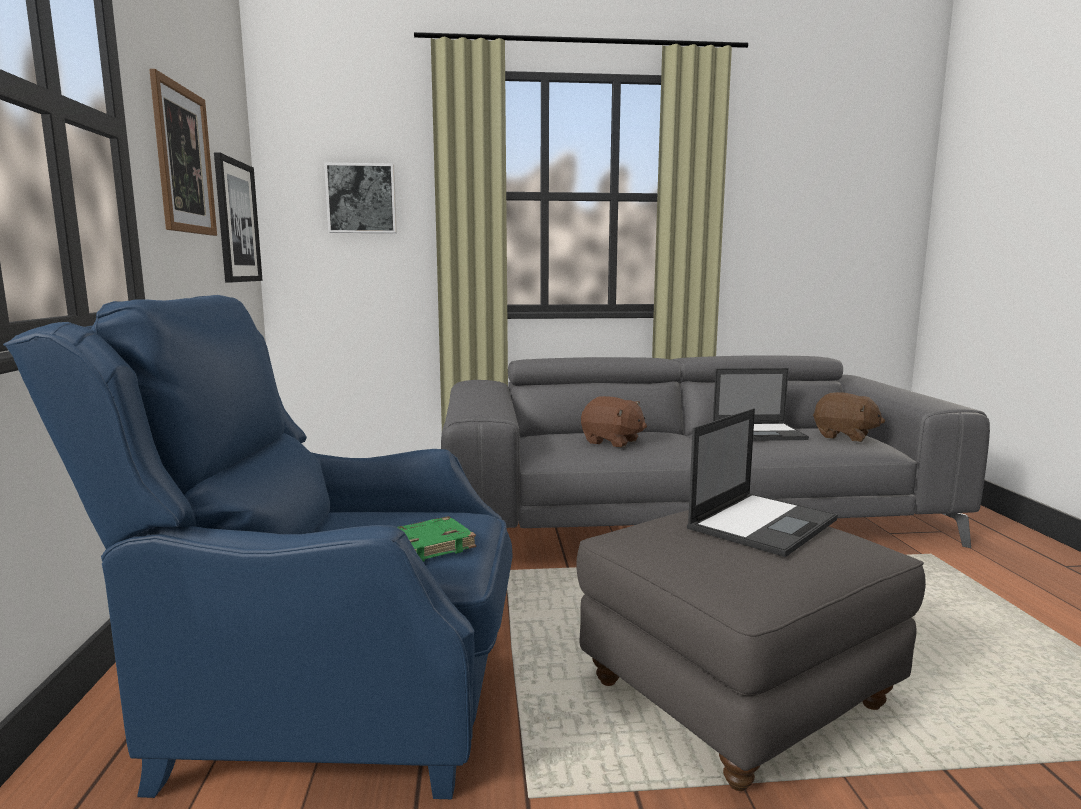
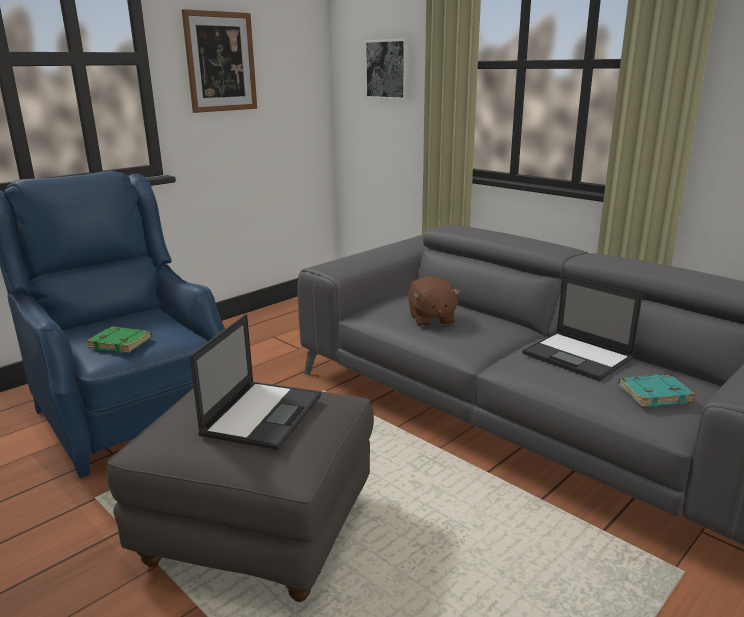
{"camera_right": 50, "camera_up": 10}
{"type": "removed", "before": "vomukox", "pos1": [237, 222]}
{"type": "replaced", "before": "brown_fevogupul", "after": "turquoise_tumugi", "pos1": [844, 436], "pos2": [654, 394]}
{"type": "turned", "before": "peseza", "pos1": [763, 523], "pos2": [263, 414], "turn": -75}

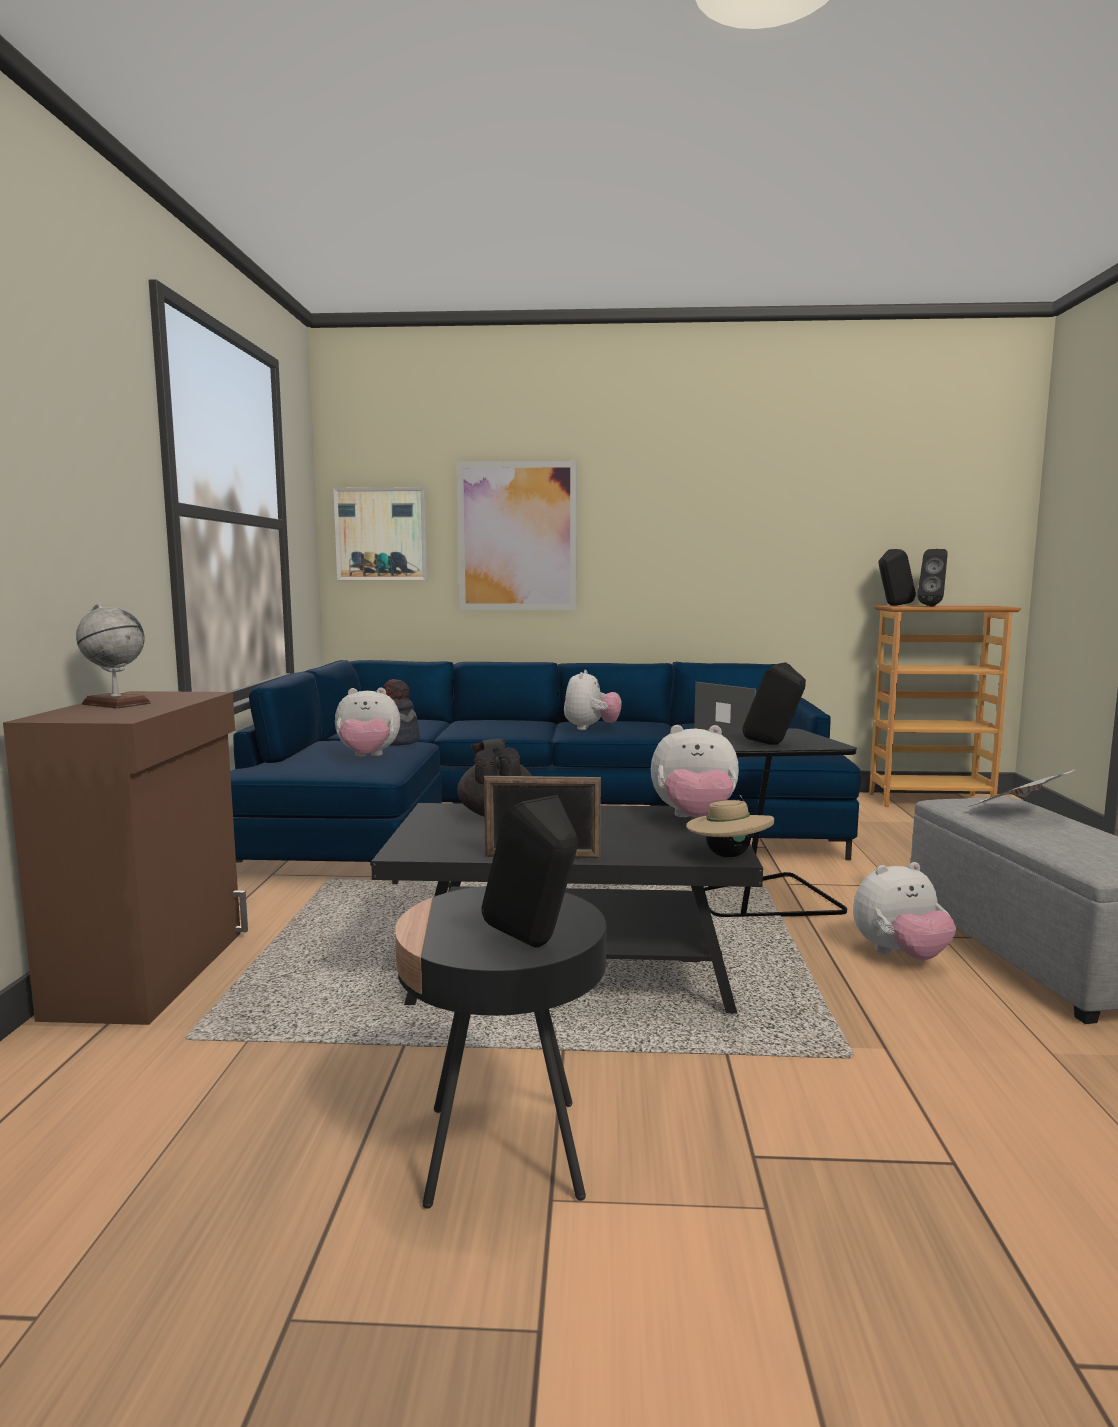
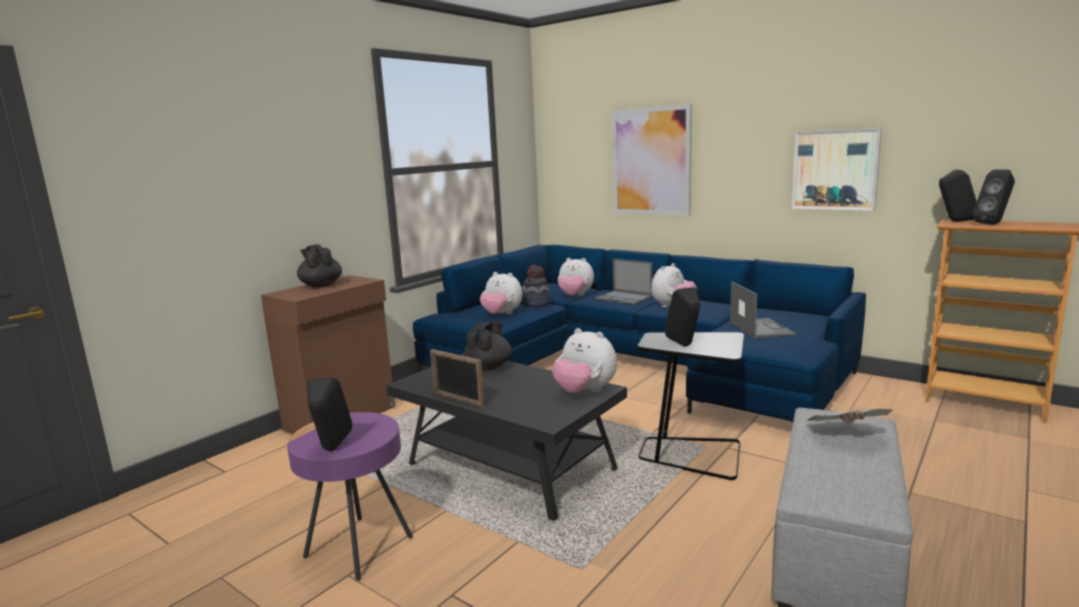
{"camera_right": 35, "camera_up": 5}
{"type": "moved", "before": "vomukox", "pos1": [381, 534], "pos2": [835, 170]}
{"type": "replaced", "before": "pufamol", "after": "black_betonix", "pos1": [116, 703], "pos2": [321, 285]}
{"type": "removed", "before": "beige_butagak", "pos1": [728, 855]}
{"type": "moved", "before": "fevogupul", "pos1": [900, 955], "pos2": [575, 296]}
{"type": "recoloured", "before": "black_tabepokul", "after": "purple_tabepokul", "pos1": [503, 1151], "pos2": [359, 547]}
{"type": "added", "after": "peseza", "pos2": [624, 298]}

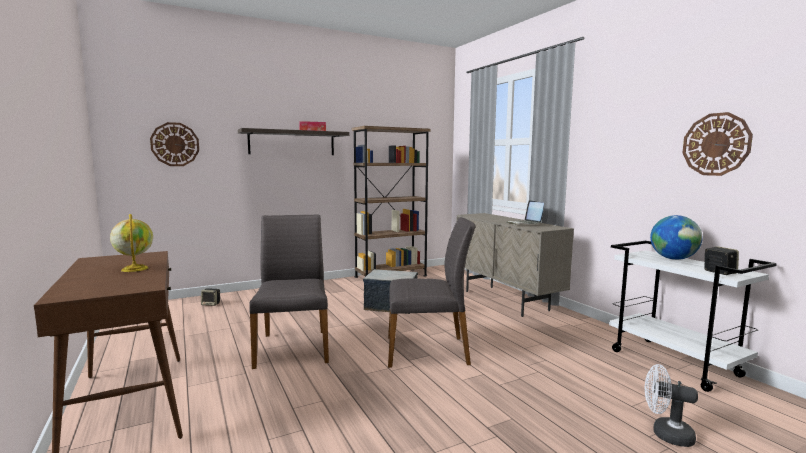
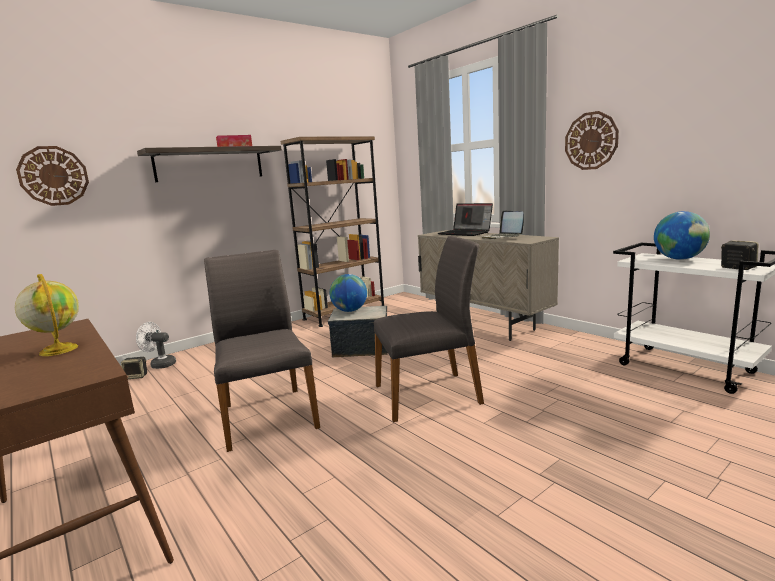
{"camera_right": -10, "camera_up": 5}
{"type": "moved", "before": "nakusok", "pos1": [716, 144], "pos2": [591, 141]}
{"type": "moved", "before": "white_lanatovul", "pos1": [665, 434], "pos2": [160, 364]}
{"type": "added", "after": "peseza", "pos2": [466, 233]}
{"type": "added", "after": "pufamol", "pos2": [349, 311]}

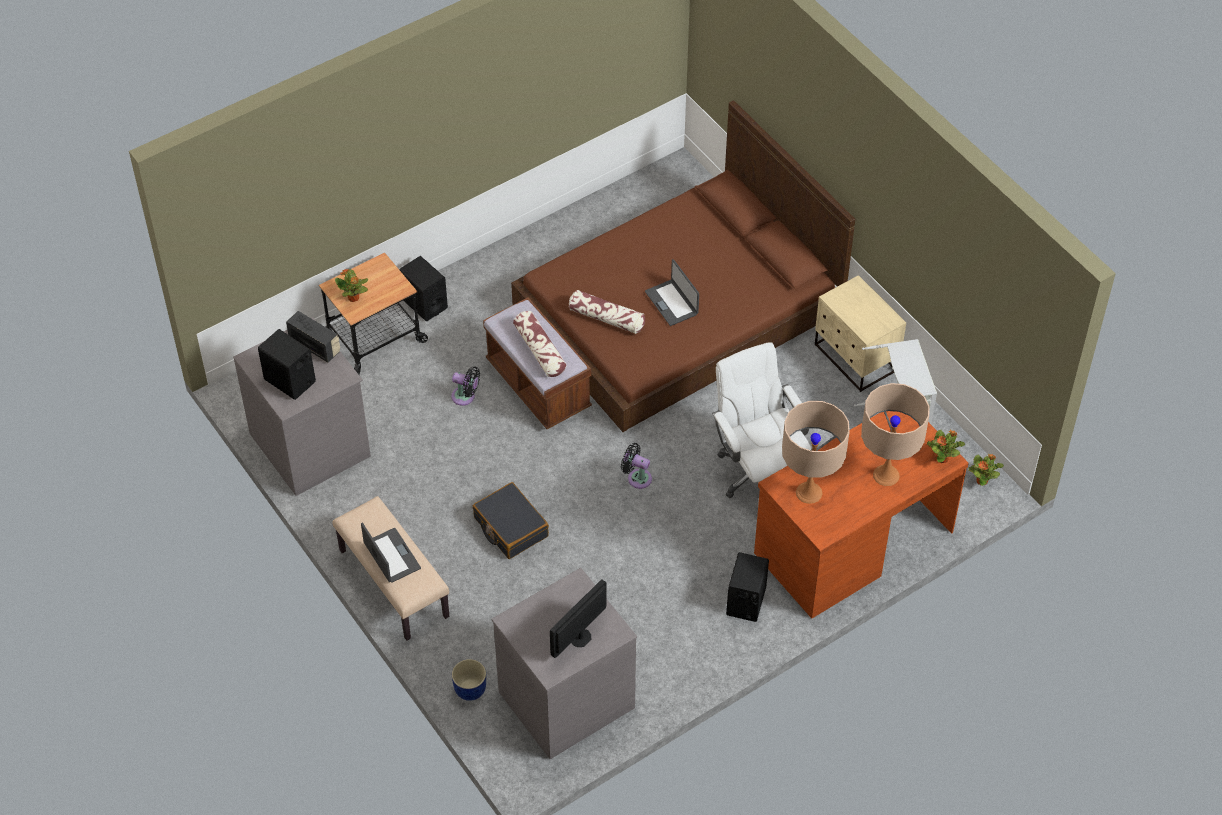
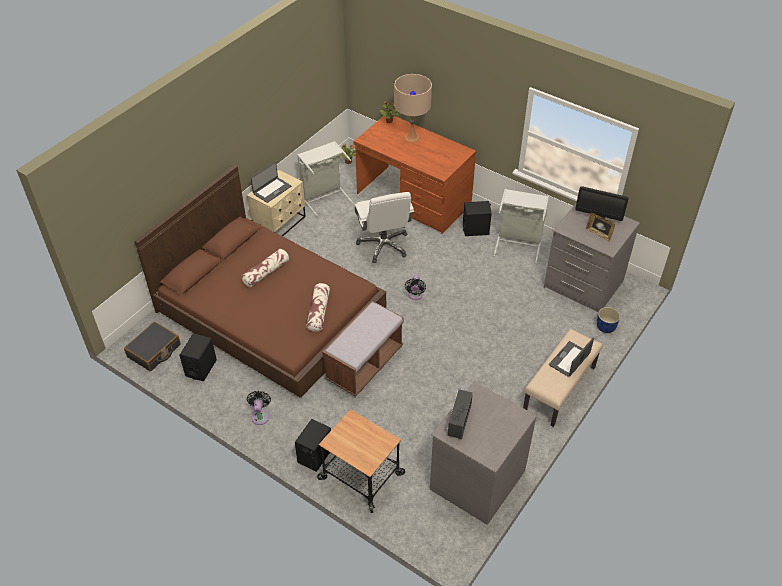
{"camera_right": -110, "camera_up": -5}
{"type": "moved", "before": "peseza", "pos1": [672, 302], "pos2": [271, 190]}
{"type": "removed", "before": "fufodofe", "pos1": [353, 298]}
{"type": "moved", "before": "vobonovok", "pos1": [540, 350], "pos2": [266, 272]}
{"type": "moved", "before": "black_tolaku", "pos1": [290, 381], "pos2": [201, 368]}
{"type": "turned", "before": "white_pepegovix", "pos1": [758, 471], "pos2": [384, 245], "turn": -60}
{"type": "moved", "before": "black_lanatovul", "pos1": [465, 397], "pos2": [260, 415]}
{"type": "removed", "before": "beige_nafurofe", "pos1": [809, 492]}
{"type": "moved", "before": "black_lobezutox", "pos1": [510, 527], "pos2": [154, 351]}
{"type": "added", "after": "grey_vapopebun", "pos2": [518, 244]}
{"type": "added", "after": "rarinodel", "pos2": [598, 234]}

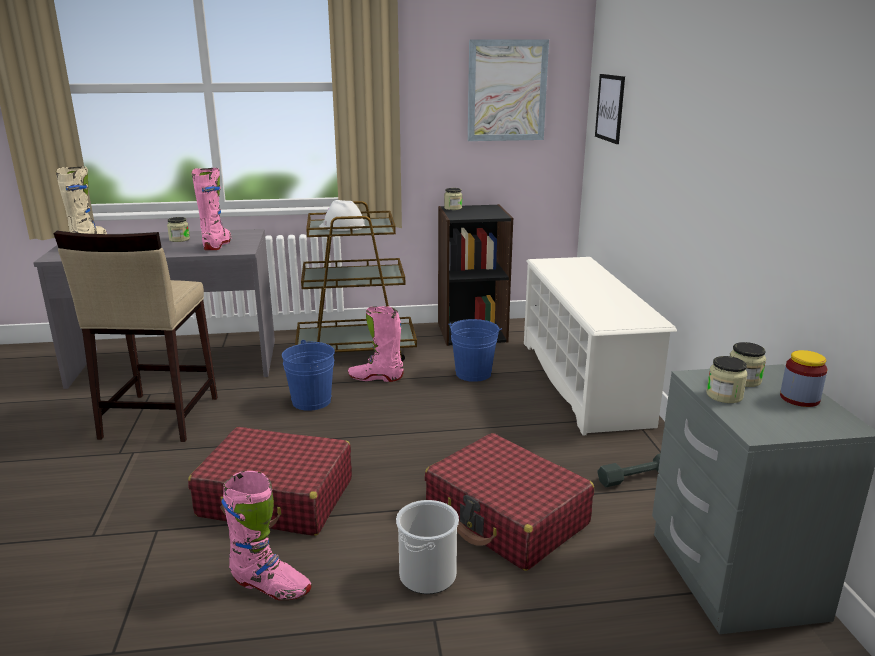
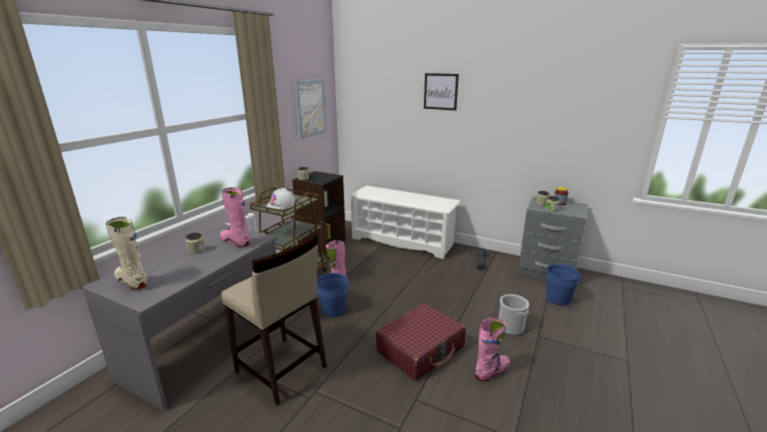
{"camera_right": -55, "camera_up": 0}
{"type": "moved", "before": "vomukox", "pos1": [610, 108], "pos2": [440, 91]}
{"type": "moved", "before": "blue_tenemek", "pos1": [473, 373], "pos2": [558, 299]}
{"type": "removed", "before": "red_lobezutox", "pos1": [507, 517]}

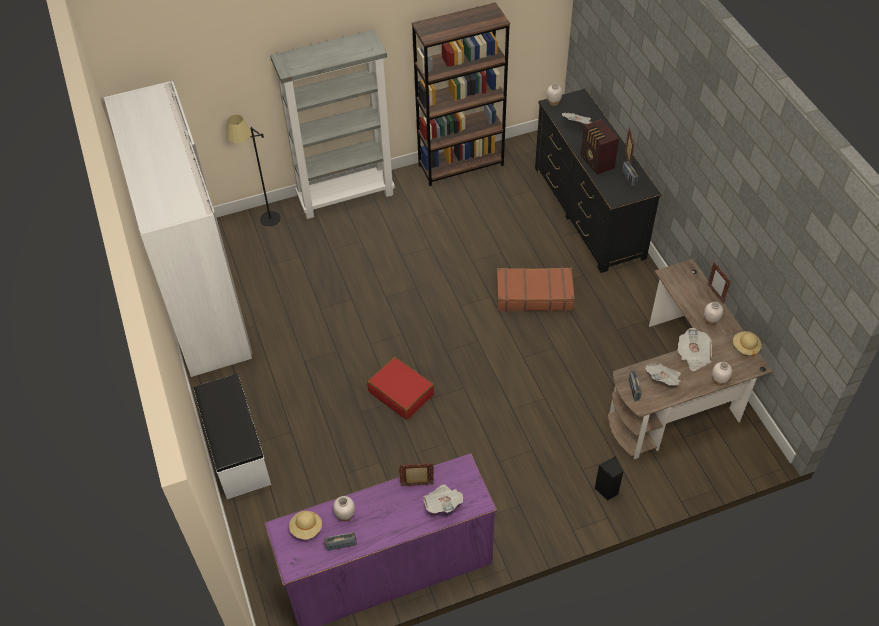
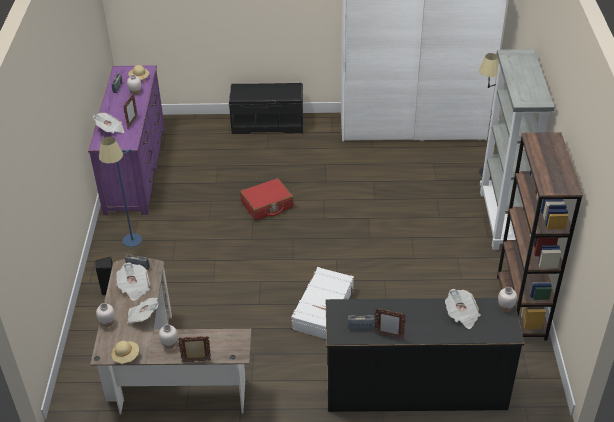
{"camera_right": 110, "camera_up": -10}
{"type": "removed", "before": "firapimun", "pos1": [597, 162]}
{"type": "recoloured", "before": "brown_lobezutox", "after": "white_lobezutox", "pos1": [534, 295], "pos2": [324, 309]}
{"type": "recoloured", "before": "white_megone", "after": "black_megone", "pos1": [236, 450], "pos2": [267, 124]}
{"type": "added", "after": "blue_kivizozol", "pos2": [131, 246]}

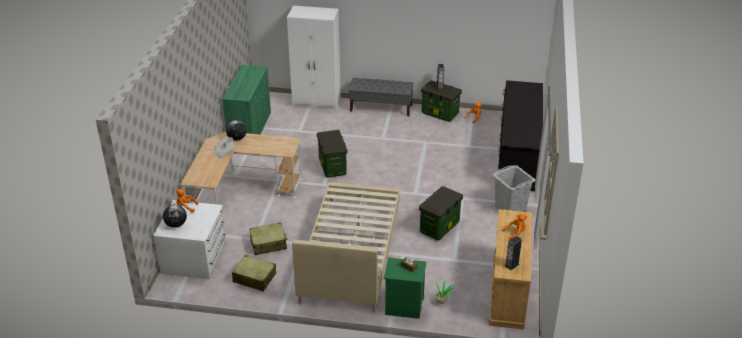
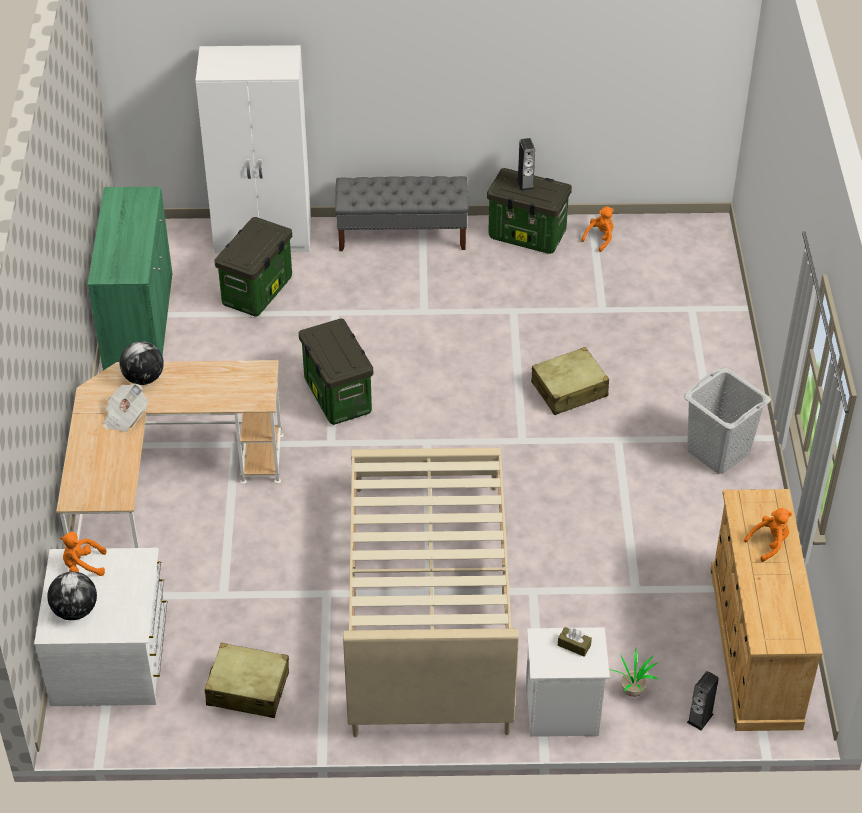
{"camera_right": -10, "camera_up": 10}
{"type": "removed", "before": "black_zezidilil", "pos1": [517, 156]}
{"type": "moved", "before": "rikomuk", "pos1": [439, 227], "pos2": [257, 292]}
{"type": "moved", "before": "beige_lobezutox", "pos1": [268, 244], "pos2": [569, 390]}
{"type": "moved", "before": "tolaku", "pos1": [512, 265], "pos2": [700, 718]}
{"type": "recoloured", "before": "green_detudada", "after": "white_detudada", "pos1": [403, 307], "pos2": [561, 713]}

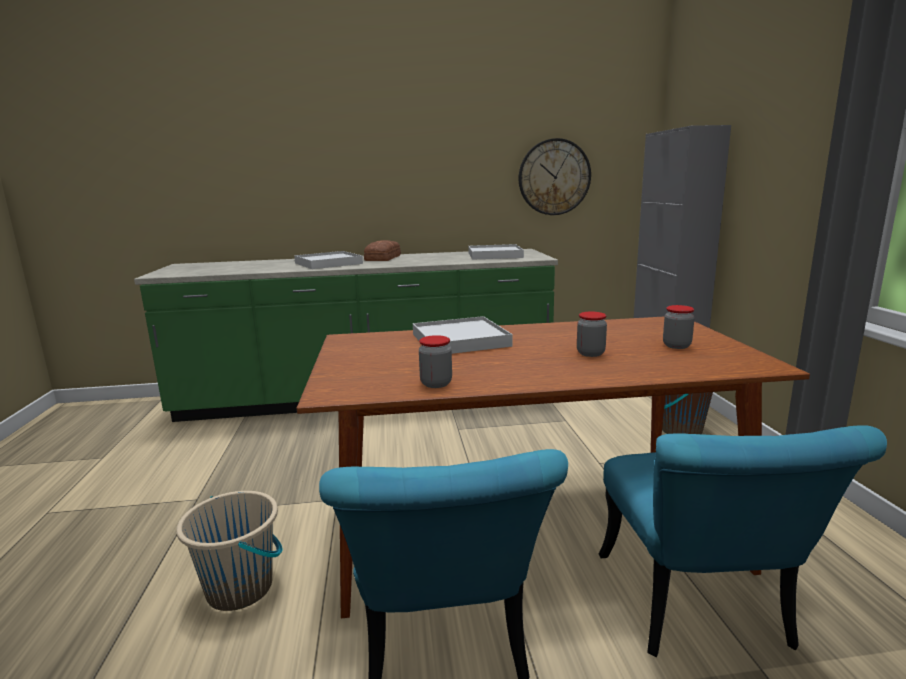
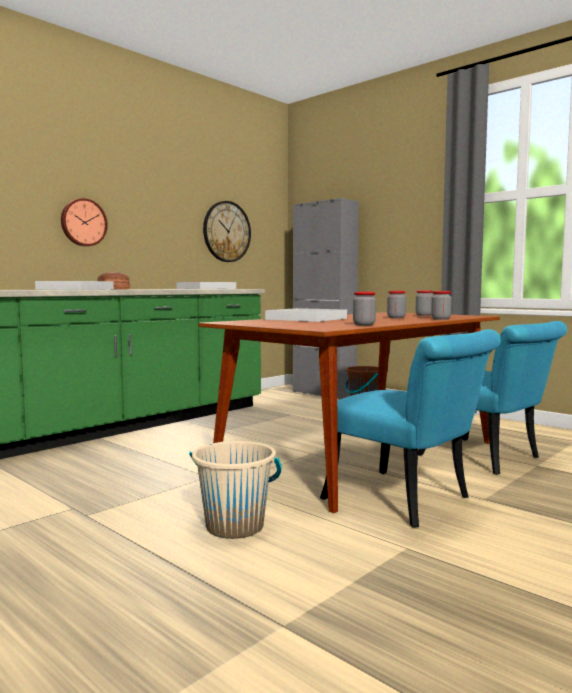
{"camera_right": -40, "camera_up": -10}
{"type": "added", "after": "nakusok", "pos2": [83, 222]}
{"type": "added", "after": "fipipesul", "pos2": [440, 319]}

